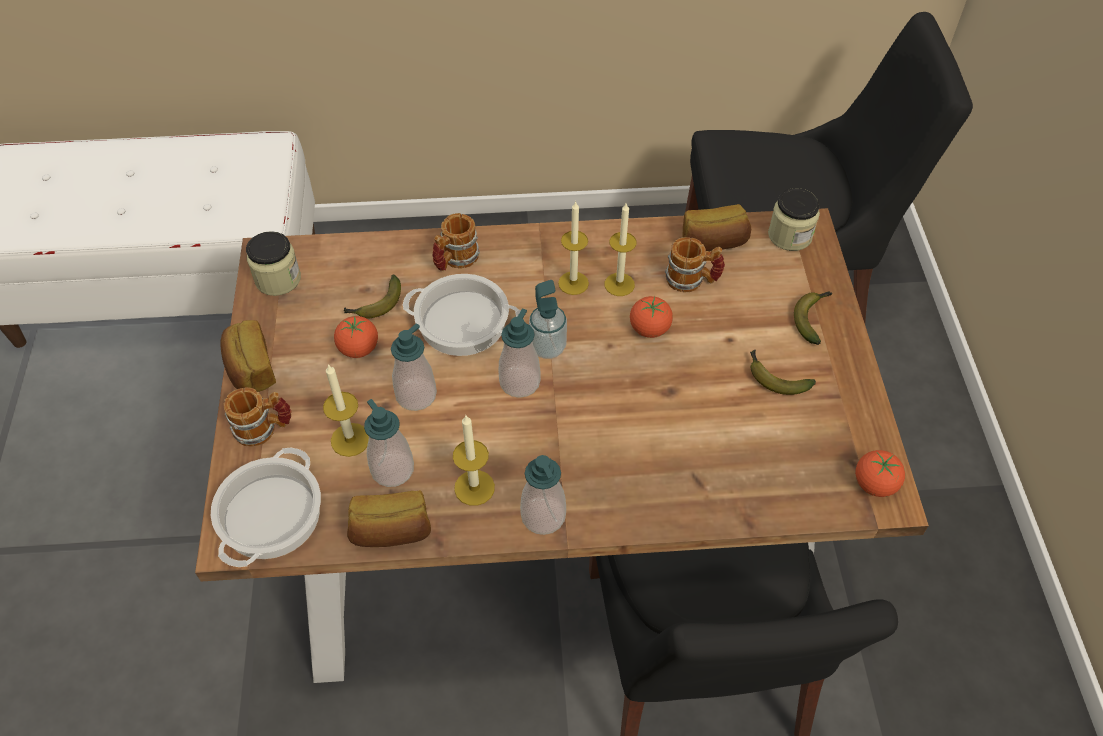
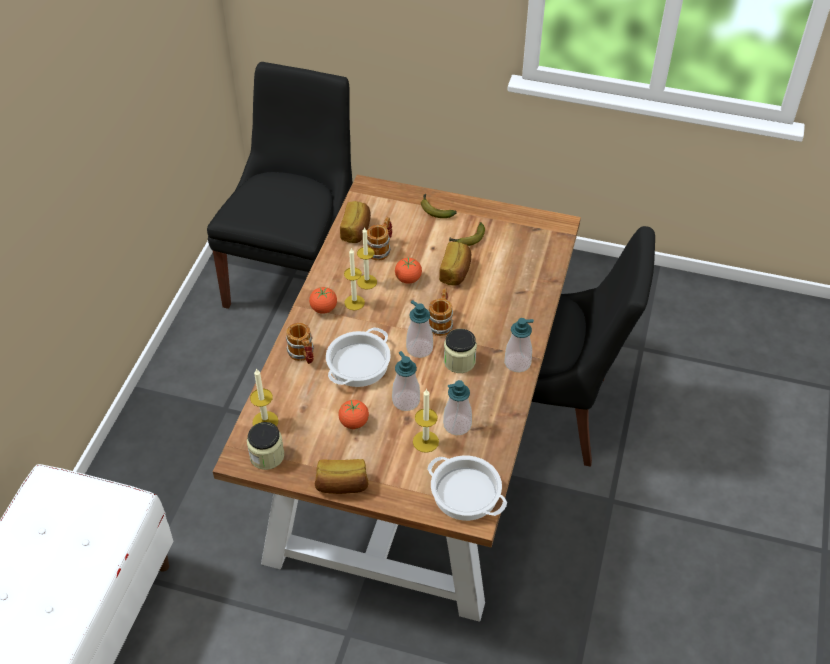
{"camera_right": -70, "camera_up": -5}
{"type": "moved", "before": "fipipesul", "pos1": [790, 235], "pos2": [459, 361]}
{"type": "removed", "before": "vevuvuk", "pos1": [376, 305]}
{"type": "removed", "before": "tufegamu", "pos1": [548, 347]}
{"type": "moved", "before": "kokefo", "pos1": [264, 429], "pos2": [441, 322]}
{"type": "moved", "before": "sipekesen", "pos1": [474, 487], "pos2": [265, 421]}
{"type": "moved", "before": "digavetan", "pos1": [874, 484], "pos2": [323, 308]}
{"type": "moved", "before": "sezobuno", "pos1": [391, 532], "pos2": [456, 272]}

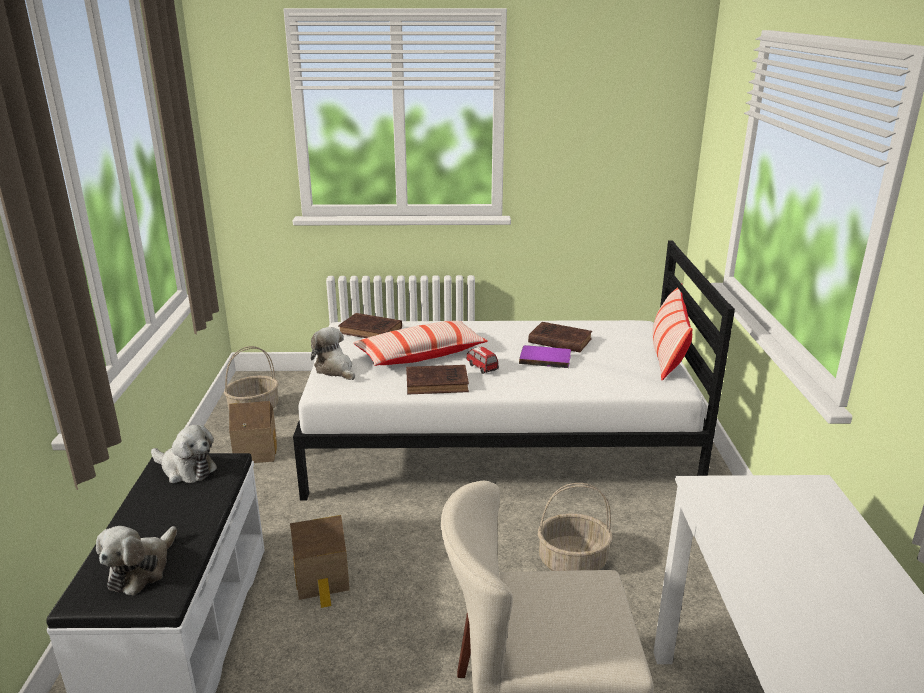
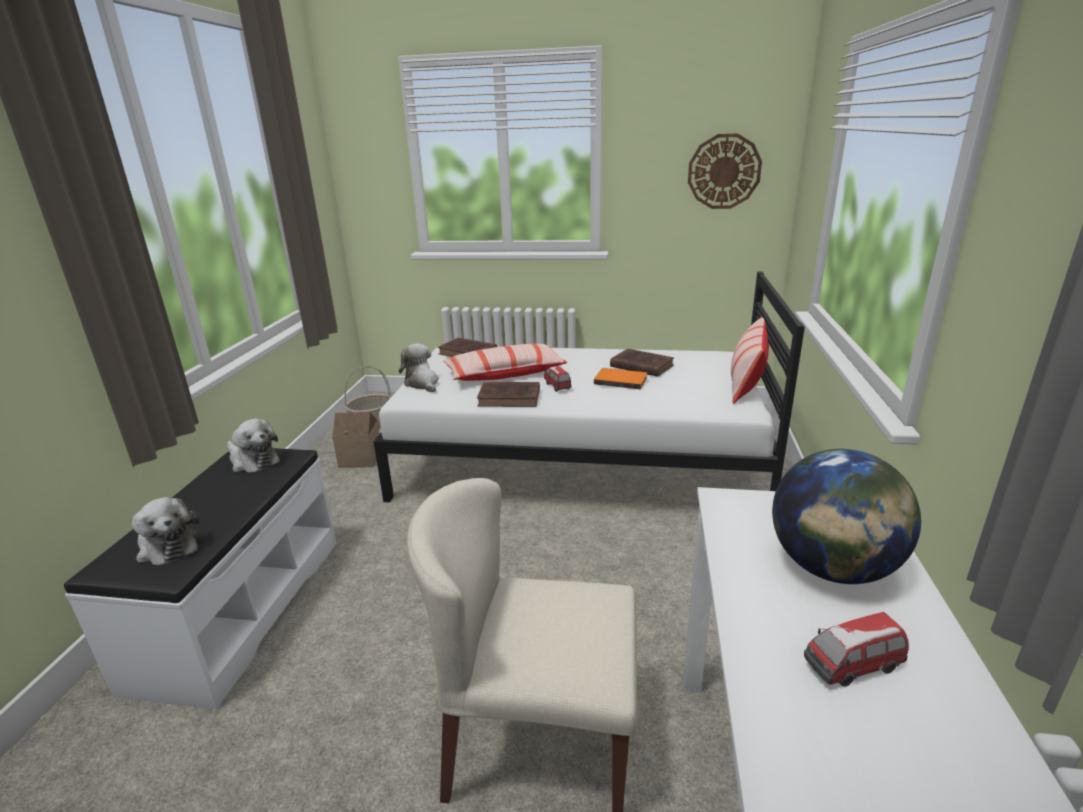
{"camera_right": 10, "camera_up": 0}
{"type": "recoloured", "before": "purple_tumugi", "after": "orange_tumugi", "pos1": [545, 358], "pos2": [621, 380]}
{"type": "removed", "before": "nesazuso", "pos1": [573, 561]}
{"type": "removed", "before": "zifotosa", "pos1": [322, 580]}
{"type": "turned", "before": "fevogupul", "pos1": [141, 569], "pos2": [167, 545], "turn": -75}
{"type": "added", "after": "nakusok", "pos2": [724, 172]}
{"type": "added", "after": "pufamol", "pos2": [832, 568]}
{"type": "added", "after": "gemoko", "pos2": [852, 667]}

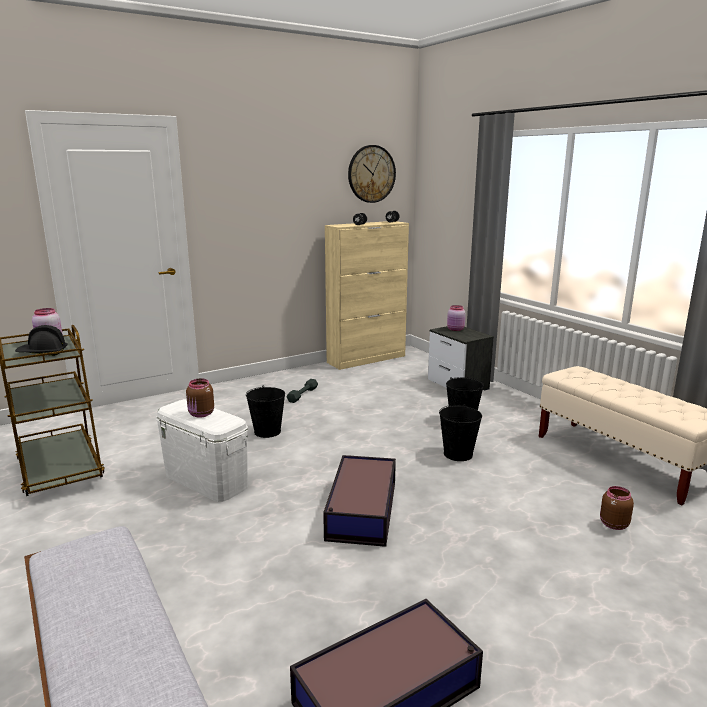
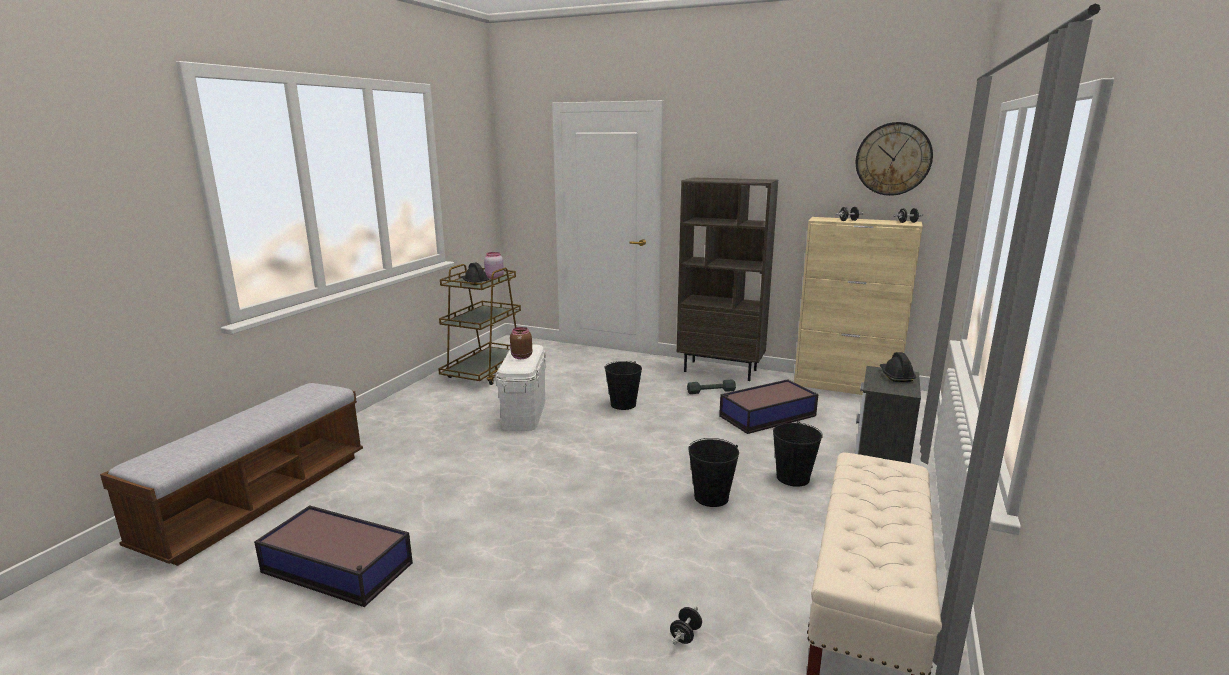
{"camera_right": 55, "camera_up": 0}
{"type": "replaced", "before": "pink_fipipesul", "after": "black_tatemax", "pos1": [455, 329], "pos2": [896, 376]}
{"type": "moved", "before": "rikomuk", "pos1": [361, 511], "pos2": [766, 416]}
{"type": "replaced", "before": "brown_fipipesul", "after": "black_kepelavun", "pos1": [613, 524], "pos2": [685, 635]}
{"type": "added", "after": "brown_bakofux", "pos2": [721, 370]}

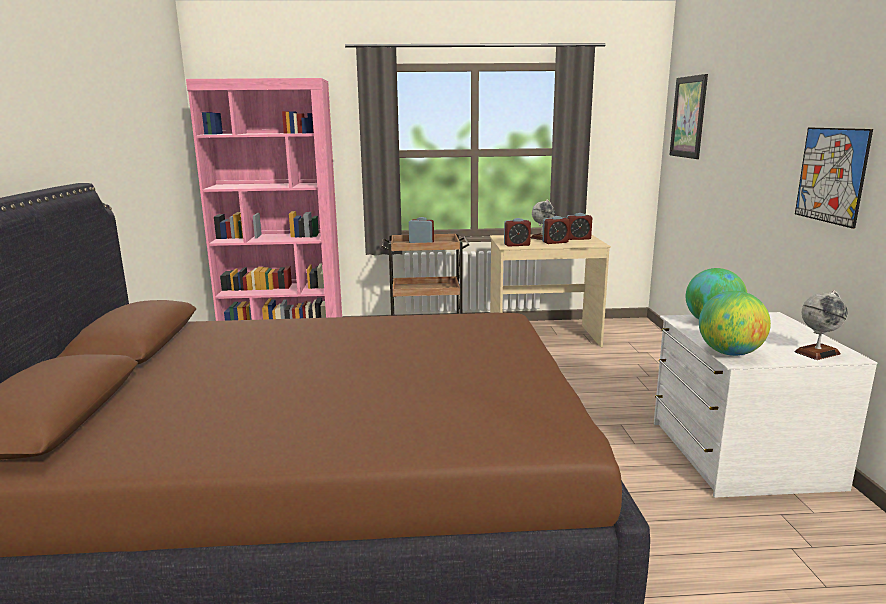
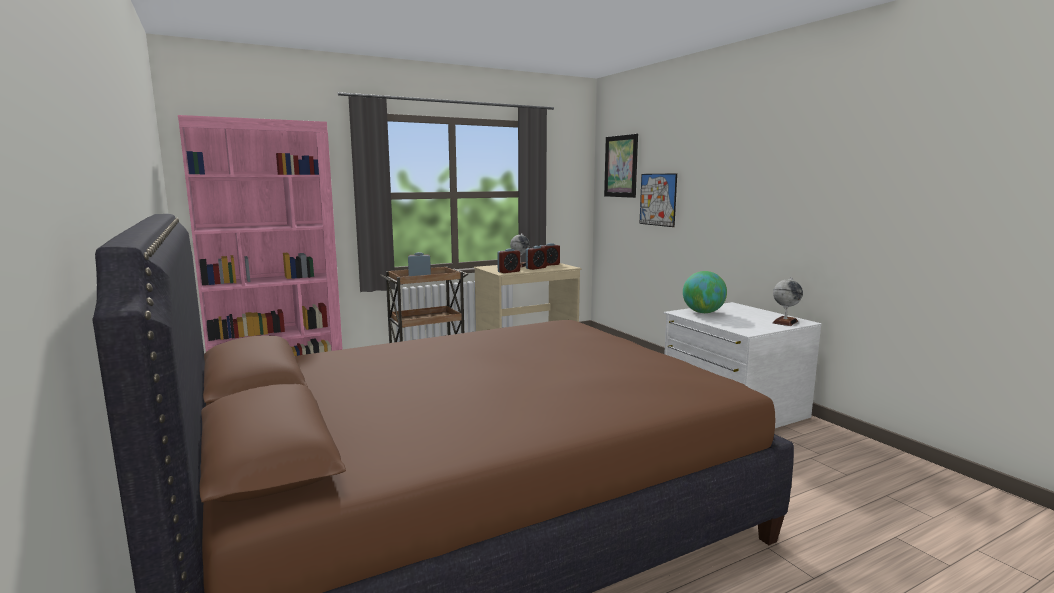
{"camera_right": -25, "camera_up": -5}
{"type": "moved", "before": "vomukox", "pos1": [831, 175], "pos2": [658, 199]}
{"type": "removed", "before": "pufamol", "pos1": [730, 353]}

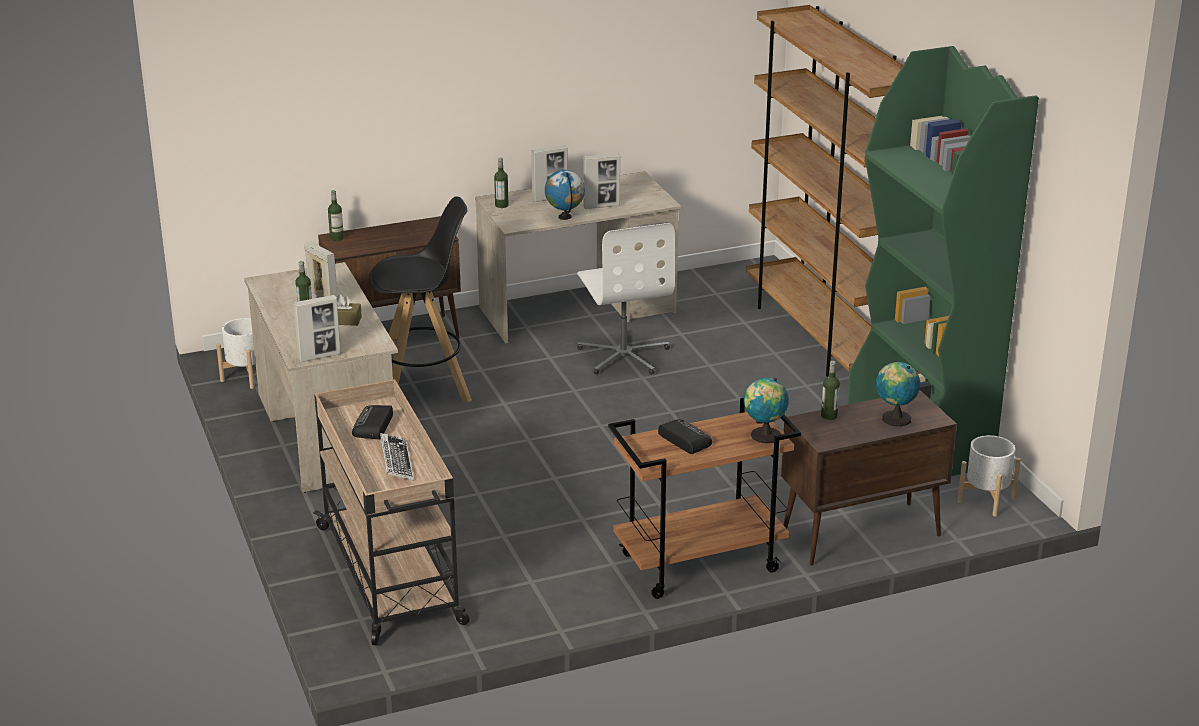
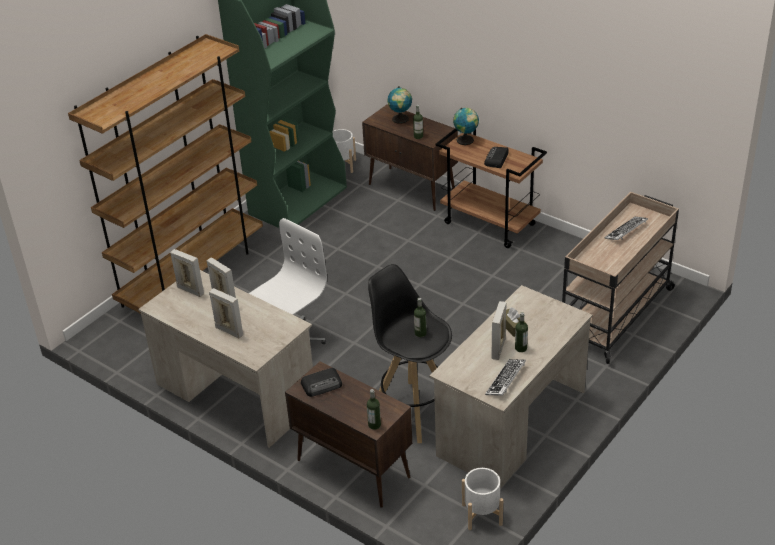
{"camera_right": -120, "camera_up": 10}
{"type": "moved", "before": "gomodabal", "pos1": [501, 205], "pos2": [420, 333]}
{"type": "removed", "before": "pufamol", "pos1": [565, 217]}
{"type": "moved", "before": "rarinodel", "pos1": [319, 356], "pos2": [190, 290]}
{"type": "moved", "before": "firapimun", "pos1": [373, 426], "pos2": [322, 385]}
{"type": "added", "after": "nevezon", "pos2": [506, 380]}

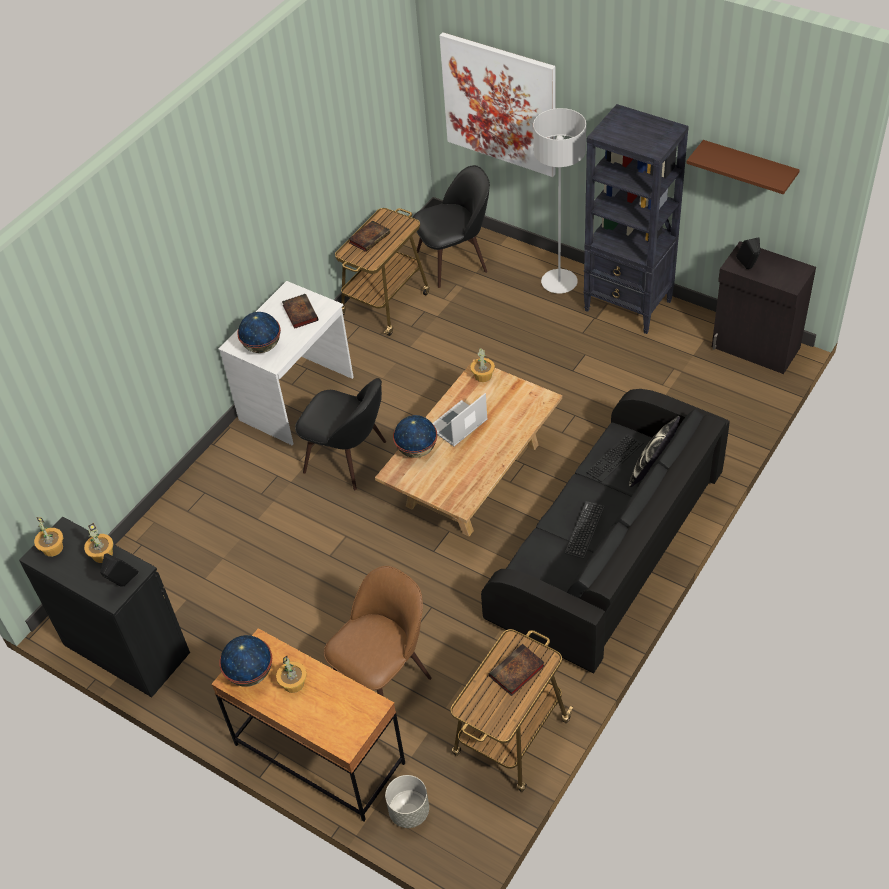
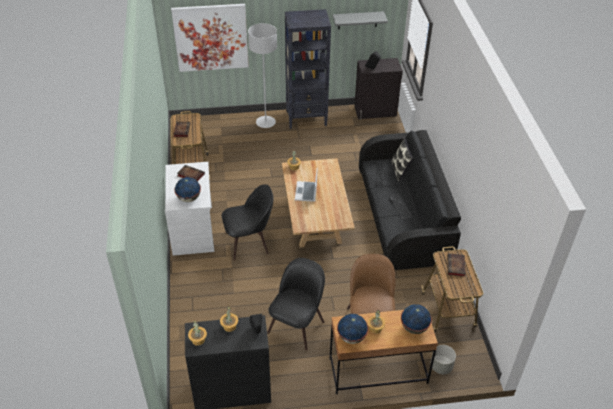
{"camera_right": -45, "camera_up": -5}
{"type": "recoloured", "before": "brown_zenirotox", "after": "grey_zenirotox", "pos1": [748, 167], "pos2": [357, 20]}
{"type": "moved", "before": "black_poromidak", "pos1": [454, 260], "pos2": [297, 325]}
{"type": "moved", "before": "pufamol", "pos1": [417, 450], "pos2": [414, 327]}

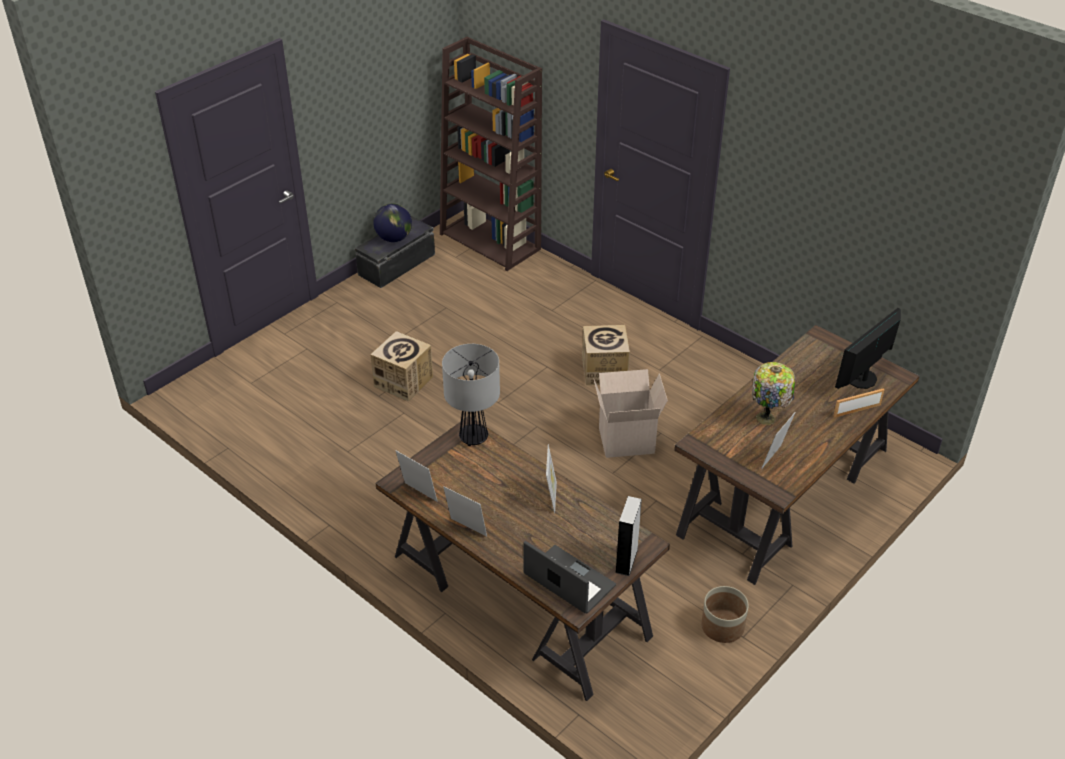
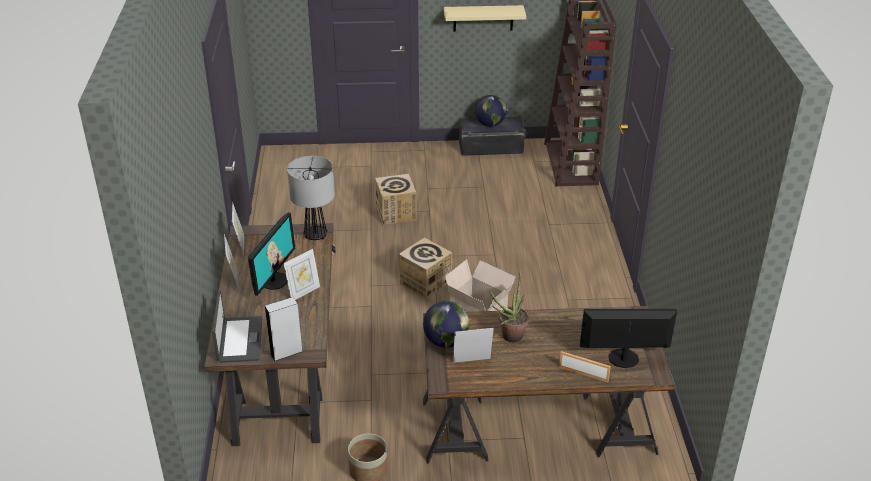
{"camera_right": 45, "camera_up": -5}
{"type": "moved", "before": "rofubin", "pos1": [604, 371], "pos2": [425, 282]}
{"type": "replaced", "before": "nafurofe", "after": "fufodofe", "pos1": [767, 419], "pos2": [509, 338]}
{"type": "added", "after": "beige_zenirotox", "pos2": [483, 18]}
{"type": "added", "after": "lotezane", "pos2": [274, 281]}
{"type": "added", "after": "pufamol", "pos2": [446, 341]}

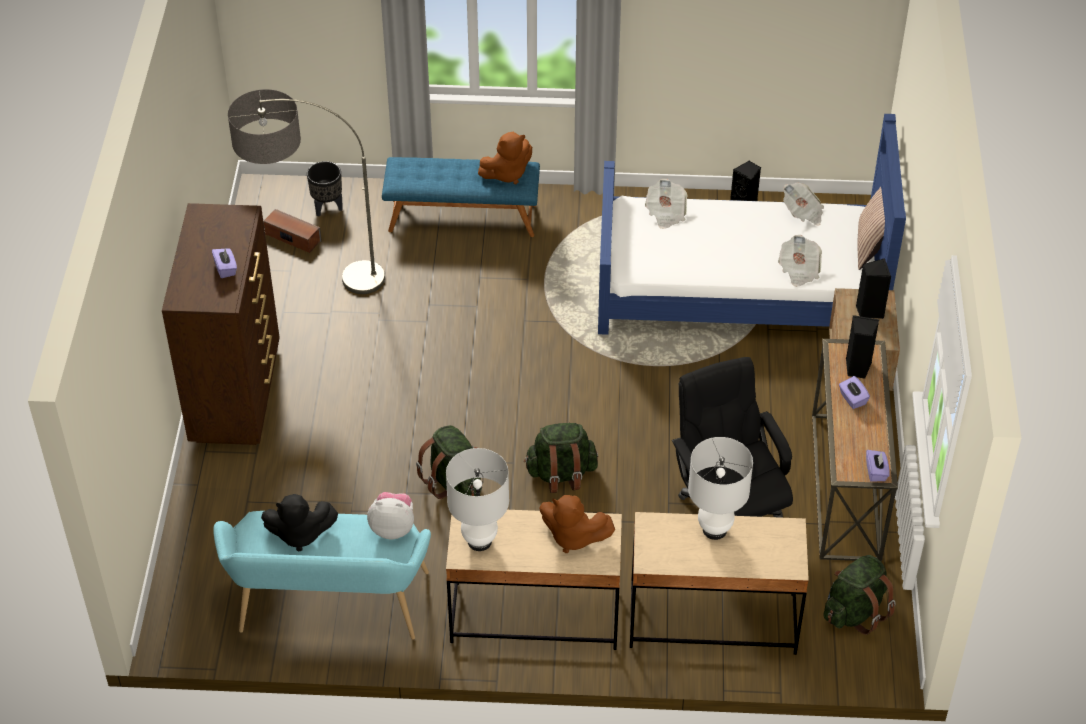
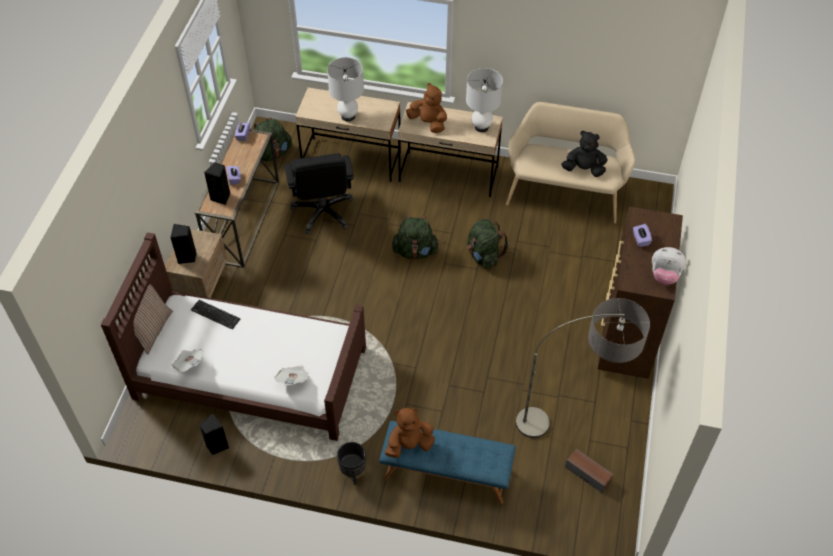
{"camera_right": -170, "camera_up": 5}
{"type": "recoloured", "before": "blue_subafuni", "after": "brown_subafuni", "pos1": [740, 287], "pos2": [250, 372]}
{"type": "moved", "before": "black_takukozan", "pos1": [327, 207], "pos2": [353, 473]}
{"type": "replaced", "before": "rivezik", "after": "nevezon", "pos1": [799, 270], "pos2": [215, 314]}
{"type": "moved", "before": "fevogupul", "pos1": [393, 527], "pos2": [664, 276]}
{"type": "recoloured", "before": "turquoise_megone", "after": "beige_megone", "pos1": [330, 609], "pos2": [564, 193]}

